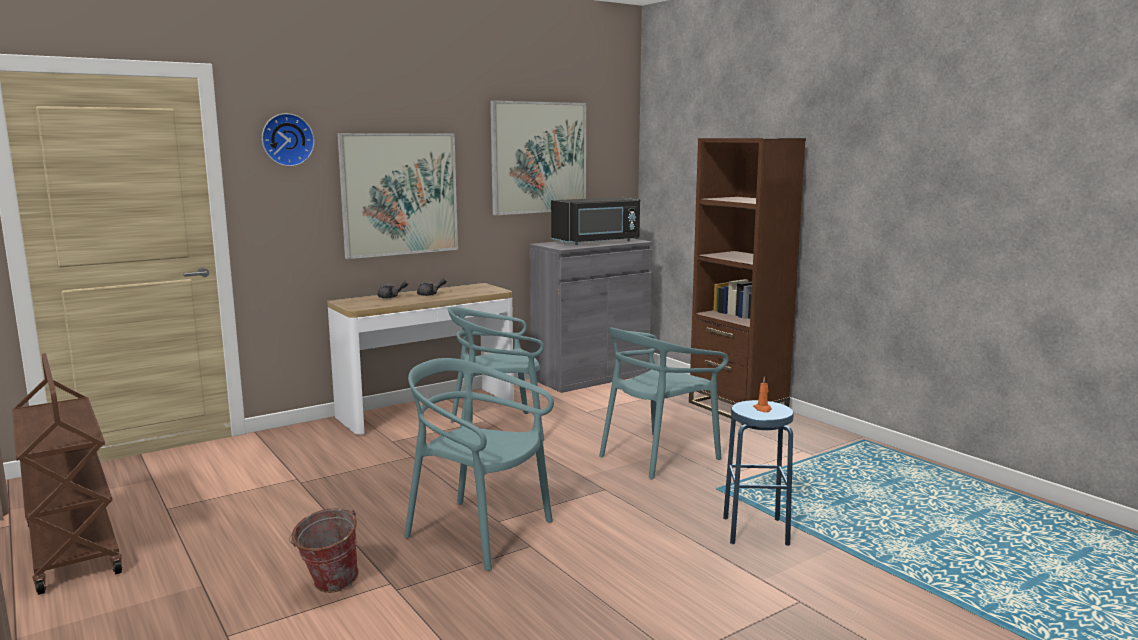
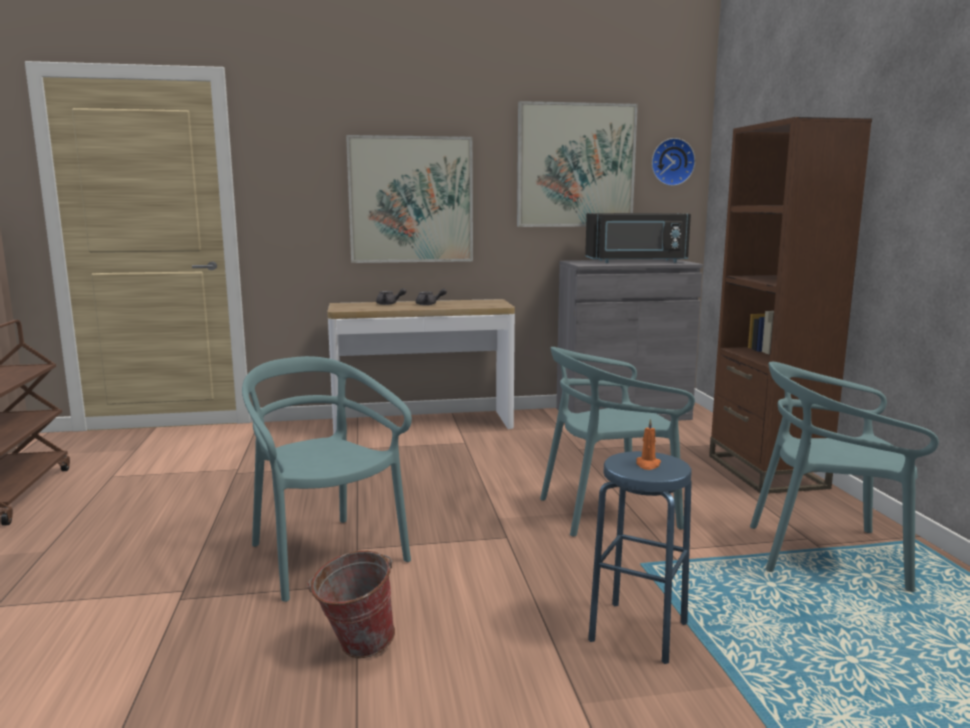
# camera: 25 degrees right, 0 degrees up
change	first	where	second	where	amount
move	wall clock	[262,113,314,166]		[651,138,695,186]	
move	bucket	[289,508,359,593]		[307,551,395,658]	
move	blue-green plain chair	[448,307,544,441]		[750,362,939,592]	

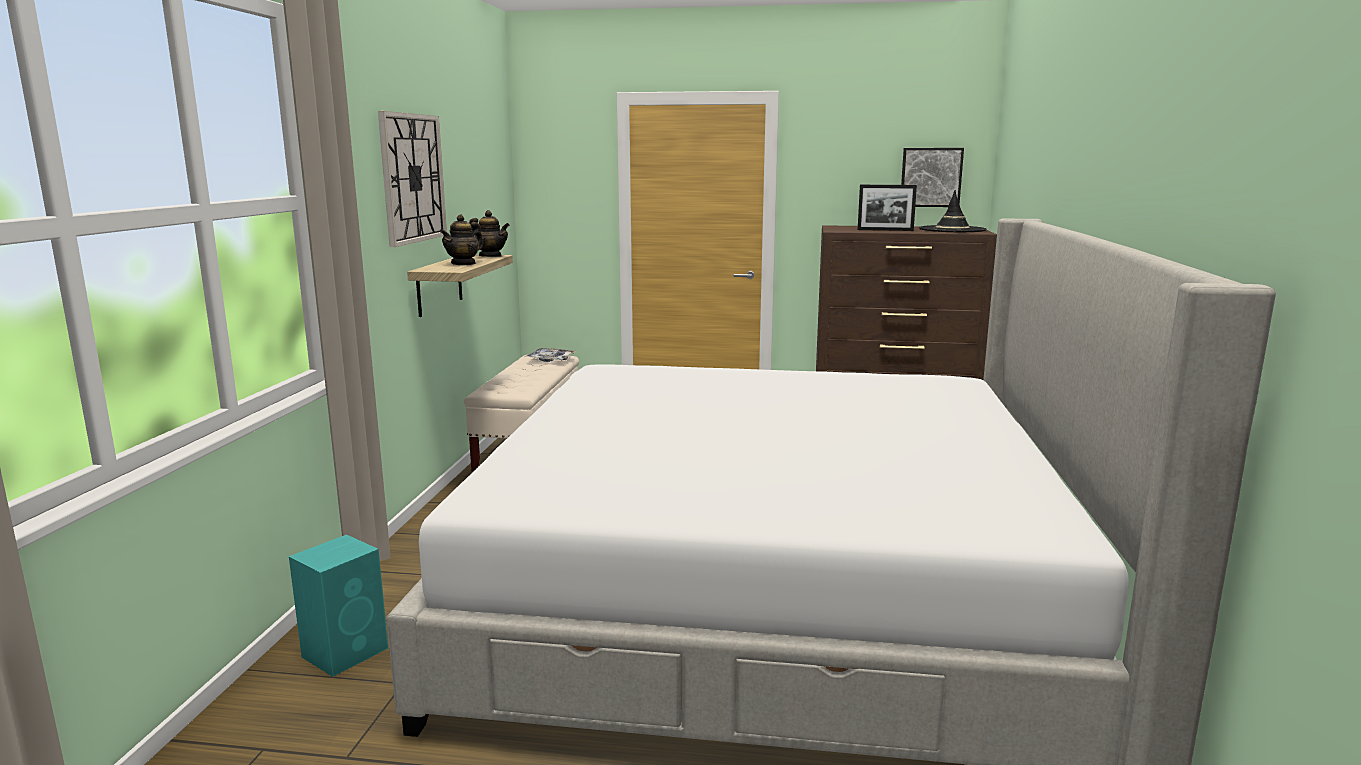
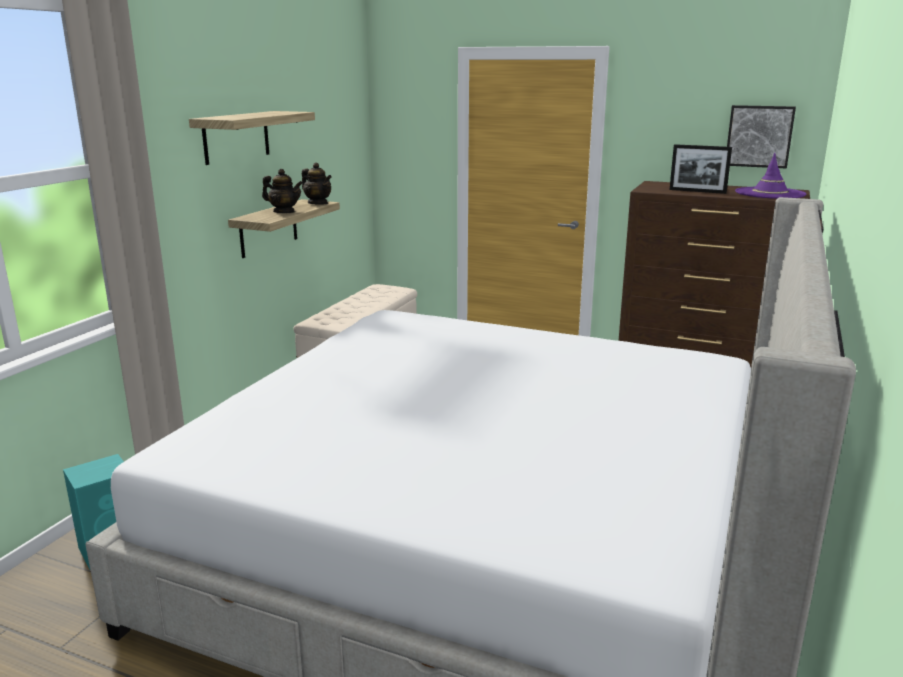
# camera: 15 degrees right, 5 degrees up
change	first	where	second	where	amount
replace	wall clock	[378,111,447,247]	bracket shelf	[189,111,315,165]	
rotate	pot for tea	[439,214,483,265]		[262,169,303,213]	120 degrees counterclockwise
delete	carrying tray	[525,348,576,362]			
recolor	blackish hat	[919,190,986,232]	purple hat	[735,153,806,199]	

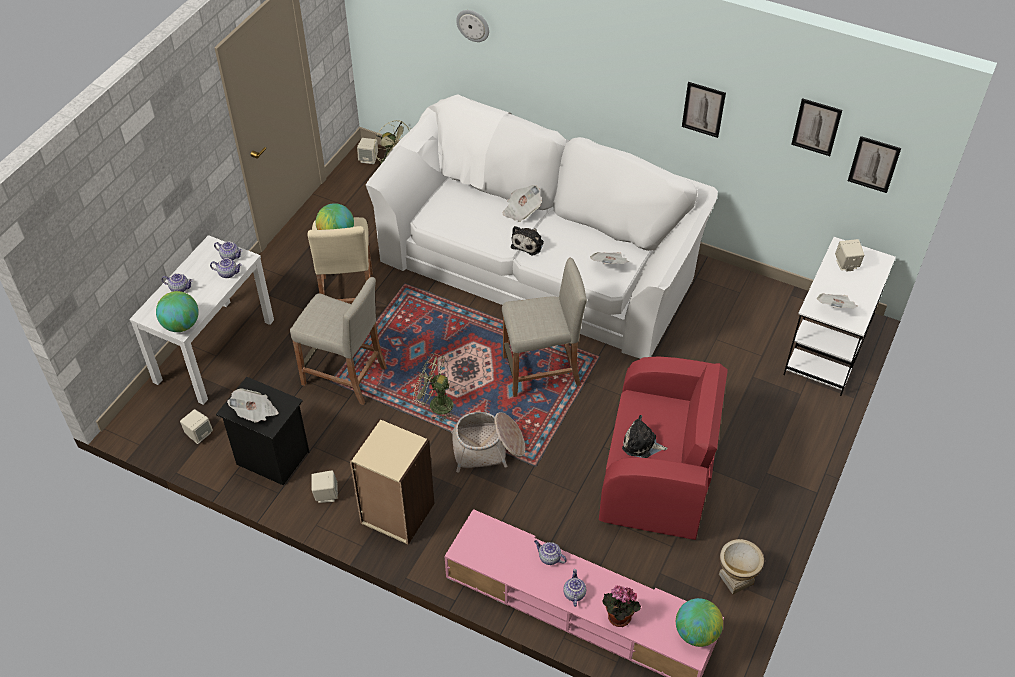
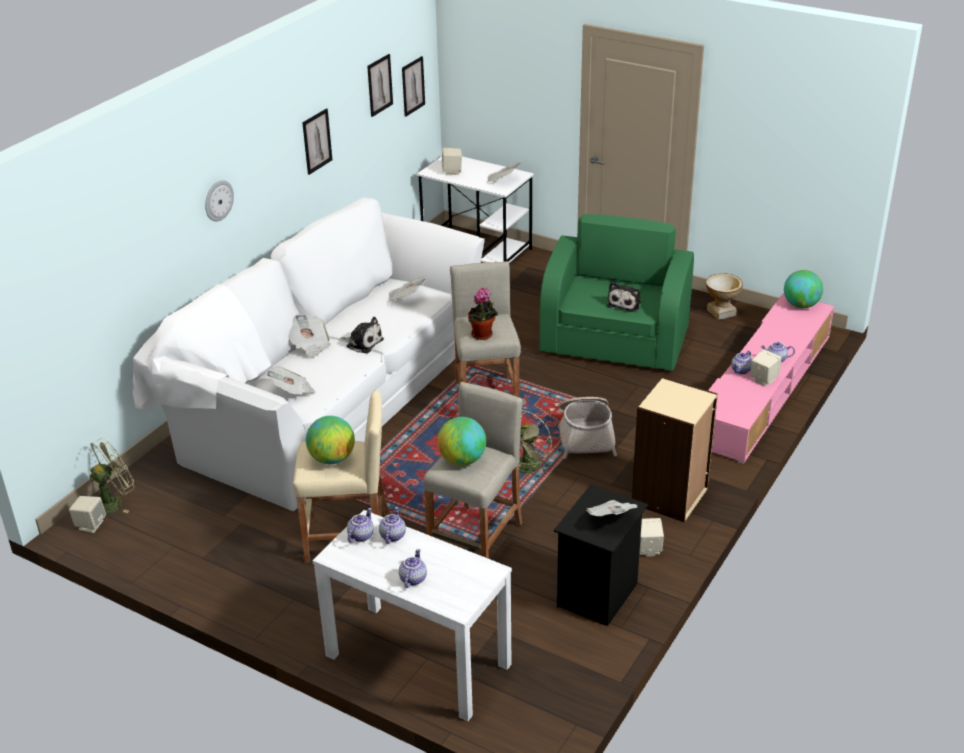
# camera: 85 degrees left, 15 degrees down
change	first	where	second	where	amount
move	world globe	[156,291,199,332]		[437,417,486,466]	
move	beige-coloured loudspeaker	[180,409,213,444]		[750,349,781,386]	
move	wall clock	[456,10,489,42]		[205,180,234,222]	
recolor	red lounge chair	[599,356,728,540]	greenish lounge chair	[539,214,694,370]	
move	houseplant	[602,585,641,627]		[468,287,498,340]	
insert			daily paper	[265,367,316,395]	

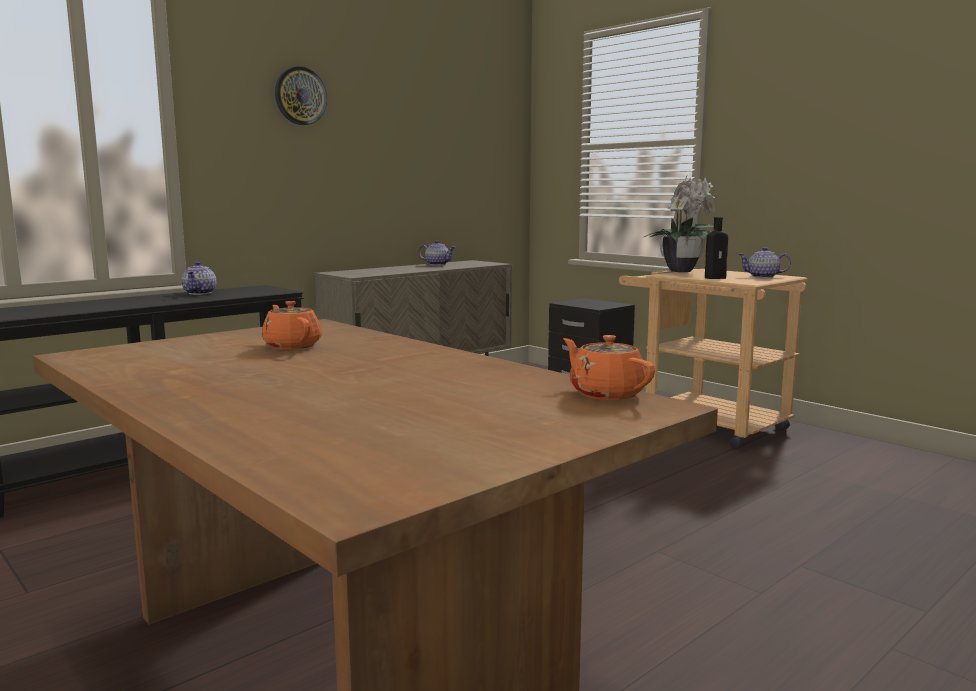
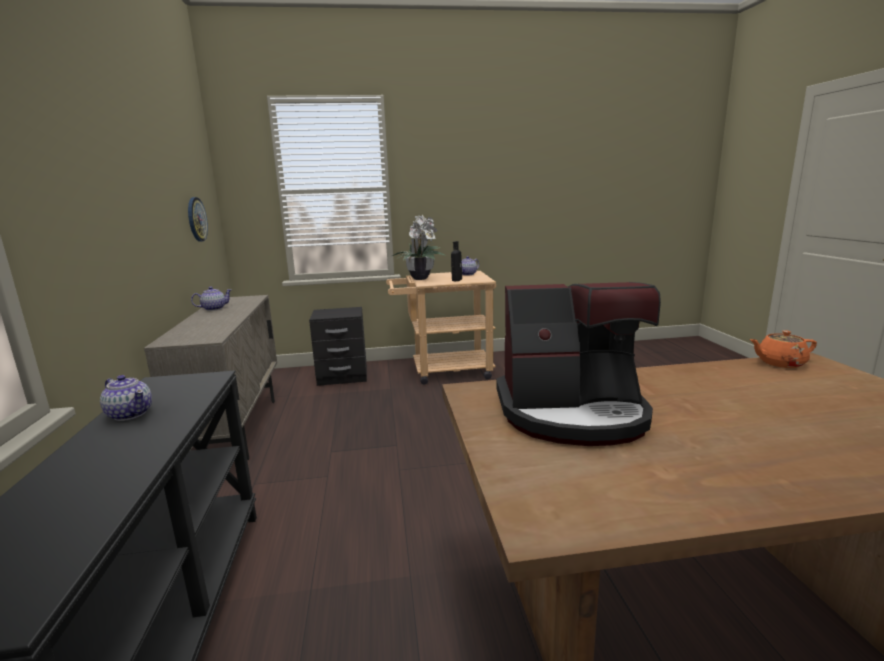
# camera: 55 degrees left, 5 degrees up
change	first	where	second	where	amount
replace	orange pot for tea	[262,301,322,349]	coffee brewer	[496,282,661,446]	
move	wall clock	[275,66,327,125]		[188,197,208,242]	

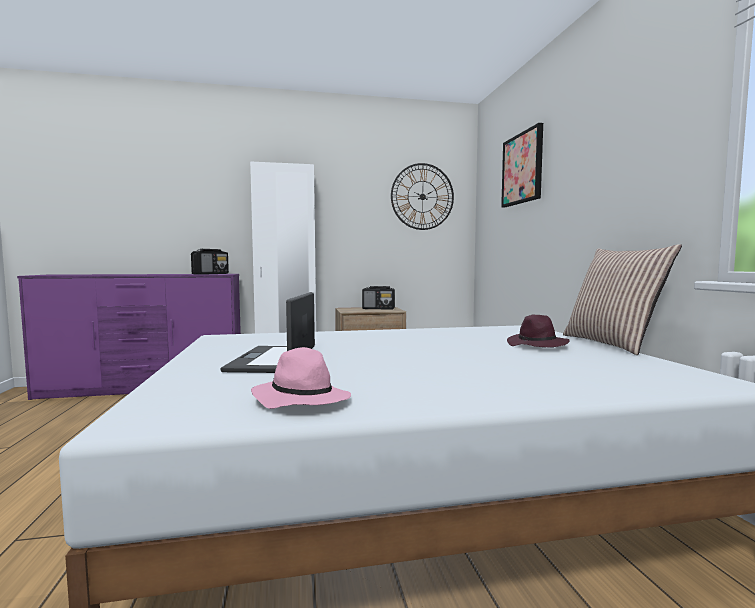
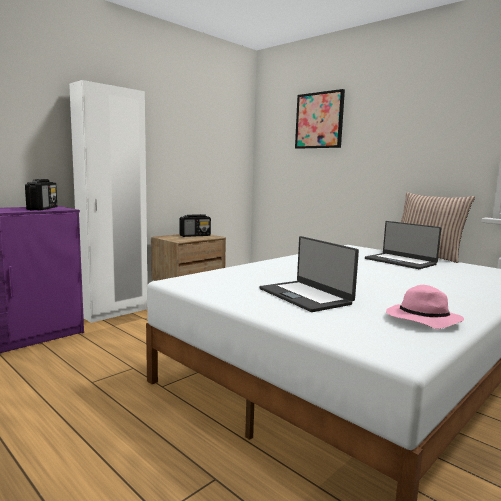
# camera: 35 degrees left, 5 degrees up
change	first	where	second	where	amount
delete	wall clock	[391,163,454,230]			
replace	purple hat	[507,315,570,347]	laptop	[365,221,442,269]	

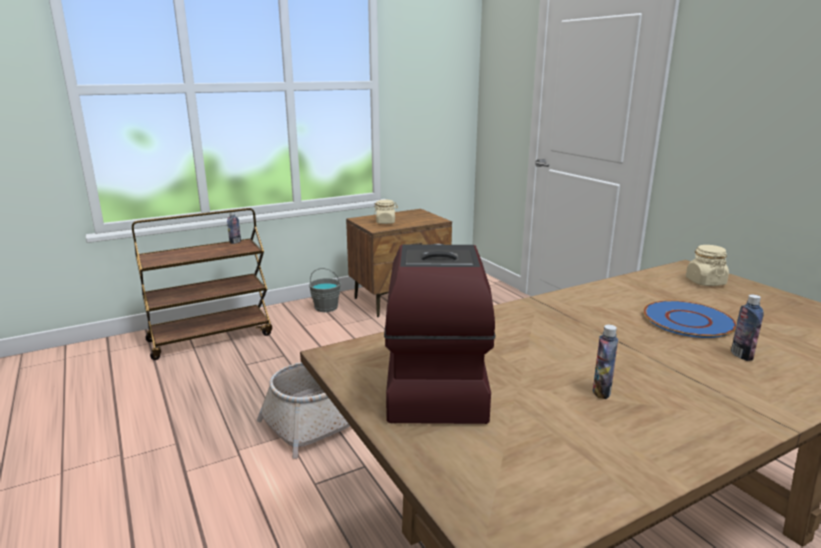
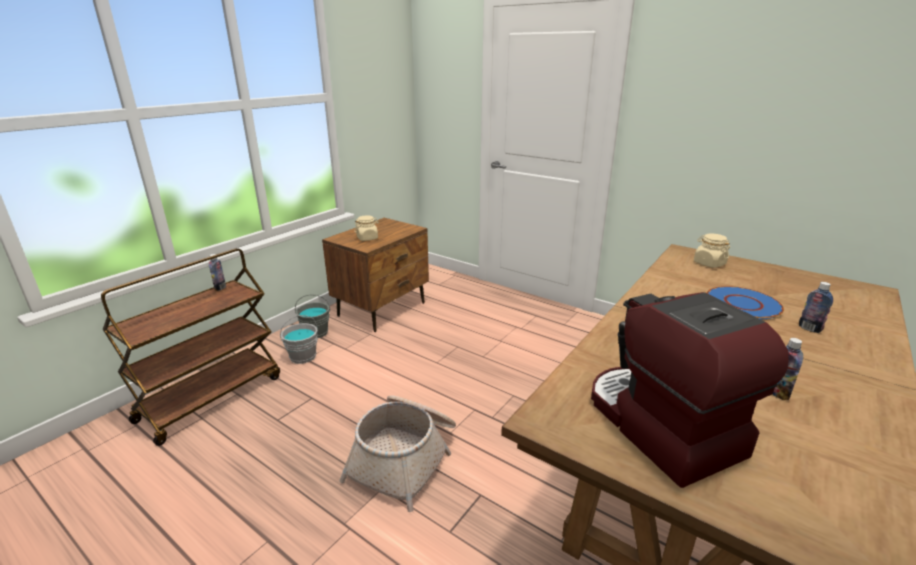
# camera: 25 degrees left, 5 degrees up
change	first	where	second	where	amount
insert			grey bucket	[280,315,318,364]	

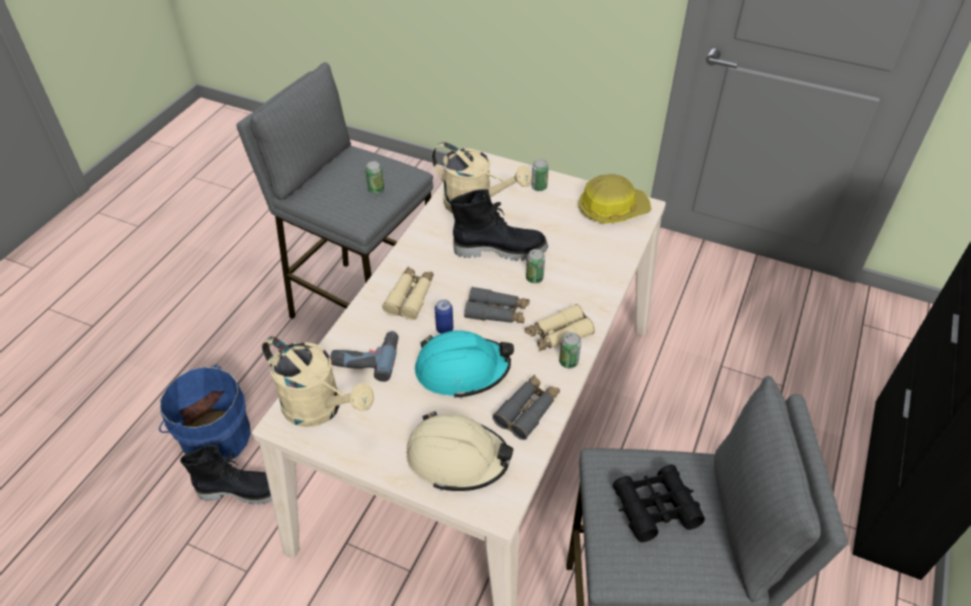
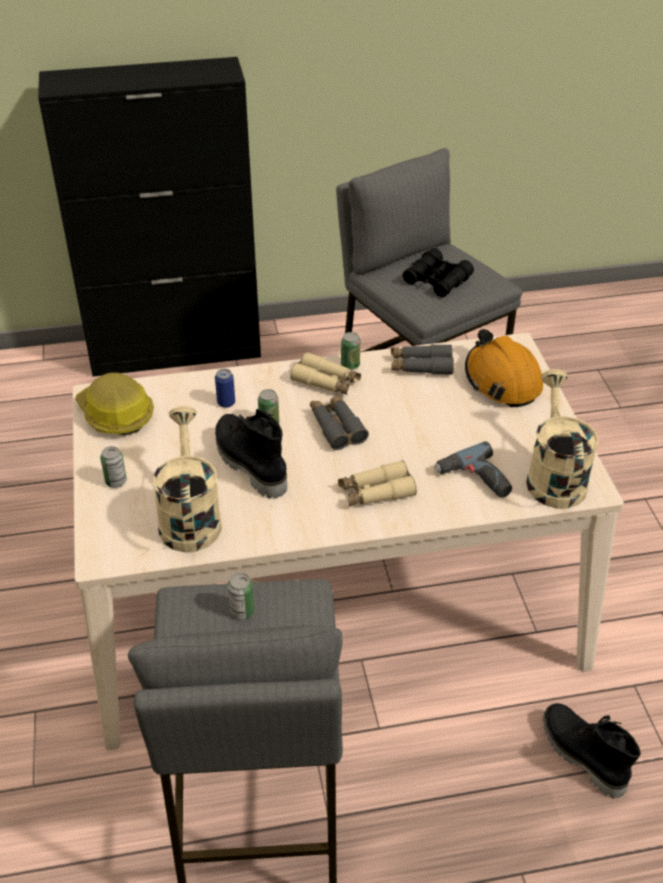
# camera: 125 degrees left, 5 degrees down
change	first	where	second	where	amount
delete	bluish bucket	[159,364,251,461]			
recolor	beige-coloured hard hat	[406,411,514,491]	orange hard hat	[465,329,543,407]	
delete	blue-green hard hat	[415,330,514,399]			
move	metal can	[435,299,453,334]		[215,369,235,408]	

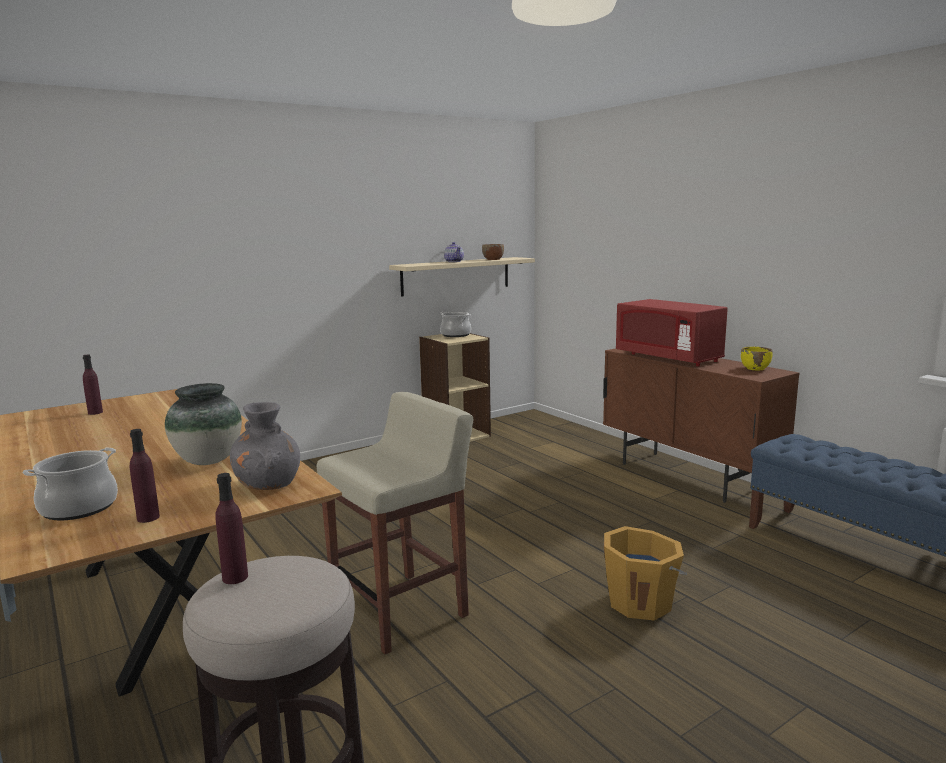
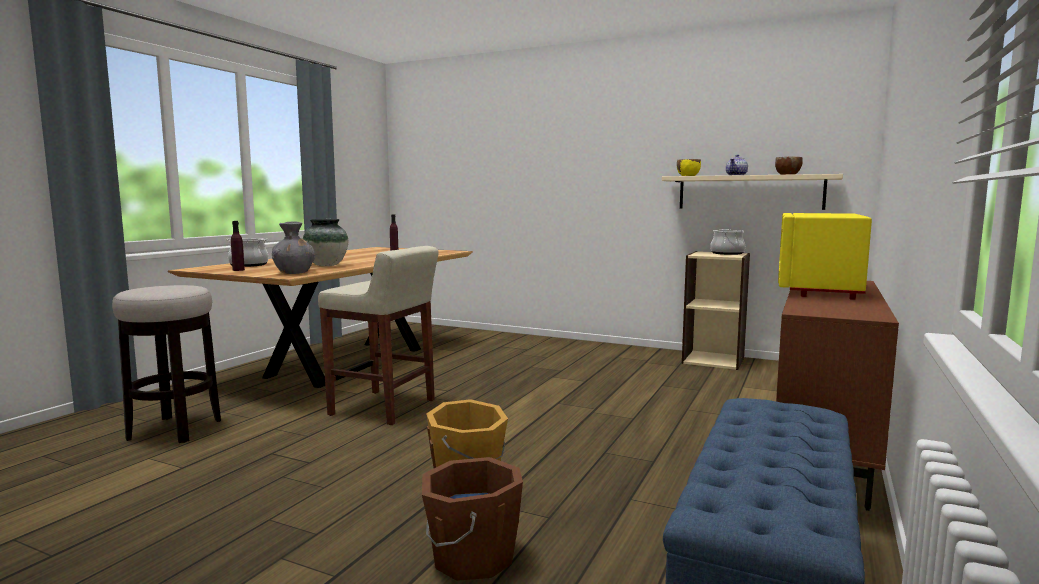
# camera: 60 degrees right, 5 degrees down
change	first	where	second	where	amount
delete	purple drink bottle	[215,473,248,584]			
recolor	red microwave	[616,299,728,366]	yellow-coloured microwave	[778,213,872,300]	
move	yellow-coloured serving bowl	[741,347,773,371]		[677,159,701,176]	
insert			brownish bucket	[422,457,523,581]	

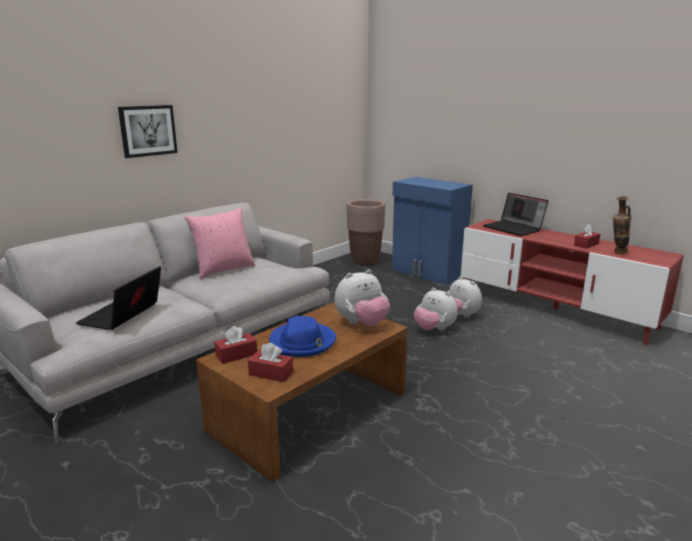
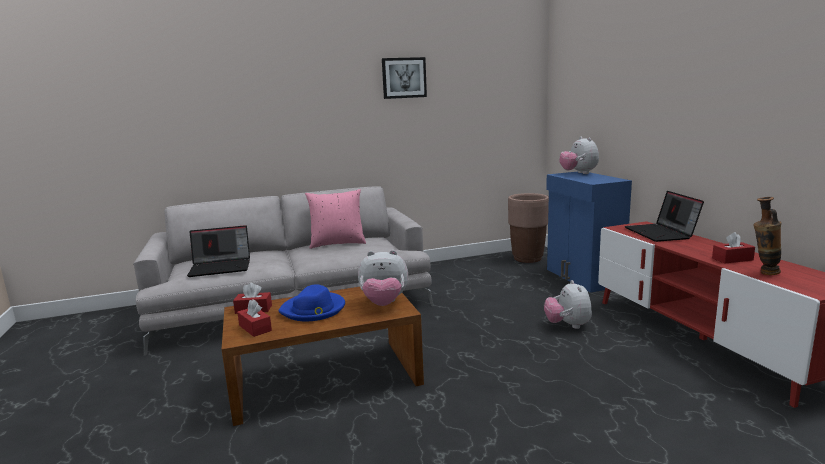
# camera: 30 degrees right, 5 degrees down
change	first	where	second	where	amount
rotate	laptop	[76,266,161,330]		[187,225,250,277]	150 degrees counterclockwise
move	wall art	[118,105,178,158]		[382,57,427,99]	
move	plush toy	[414,287,458,331]		[559,137,599,174]	

